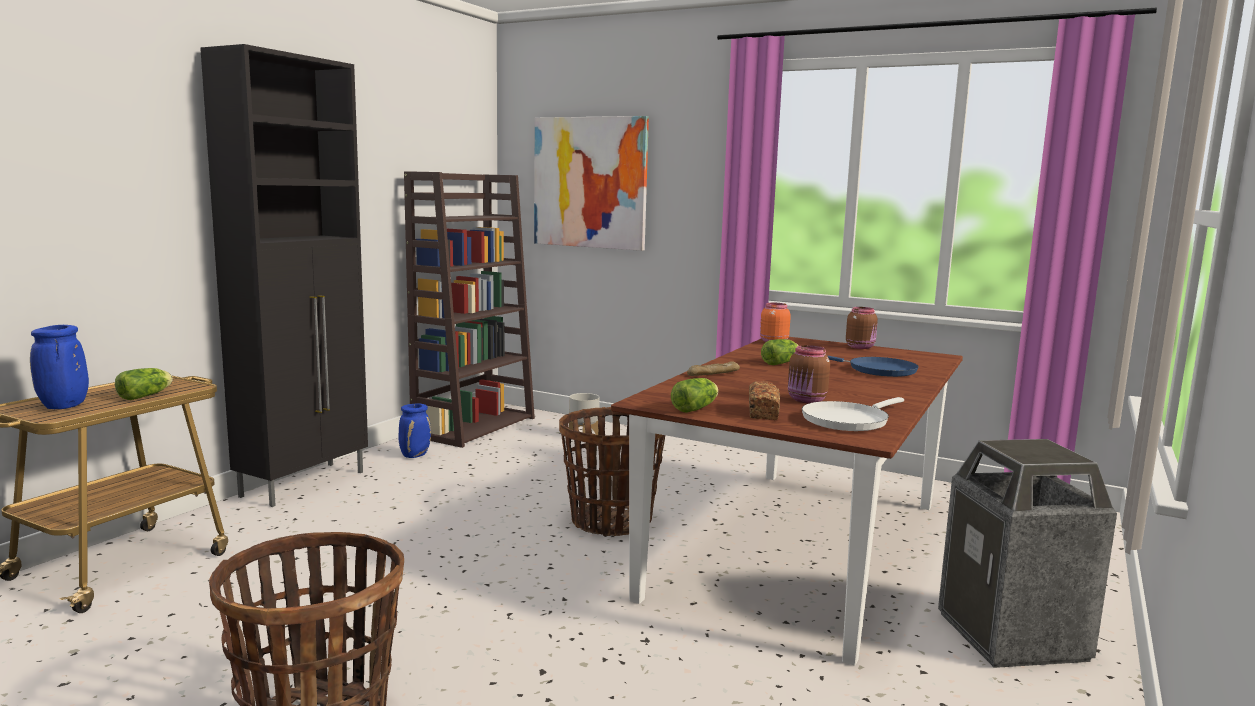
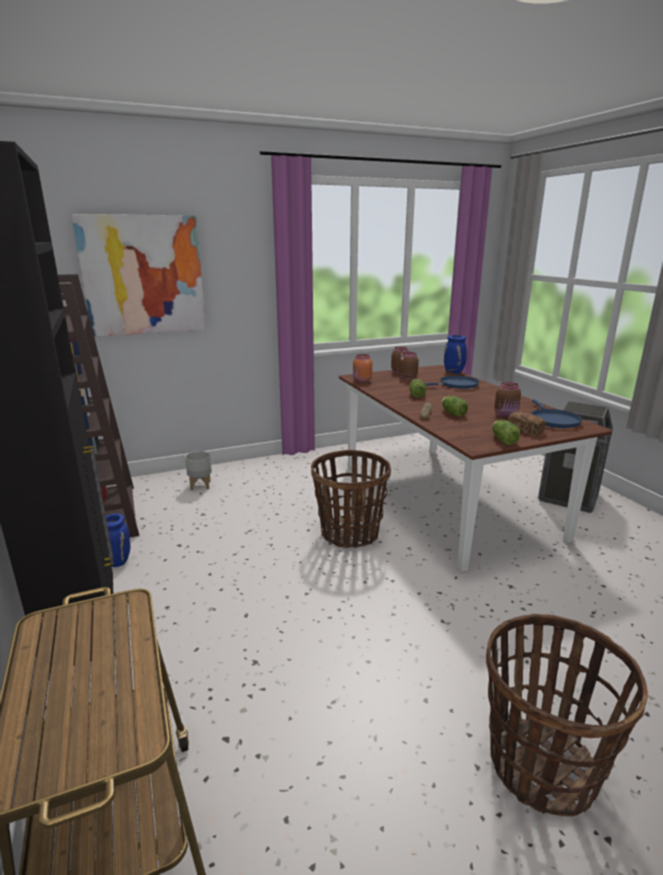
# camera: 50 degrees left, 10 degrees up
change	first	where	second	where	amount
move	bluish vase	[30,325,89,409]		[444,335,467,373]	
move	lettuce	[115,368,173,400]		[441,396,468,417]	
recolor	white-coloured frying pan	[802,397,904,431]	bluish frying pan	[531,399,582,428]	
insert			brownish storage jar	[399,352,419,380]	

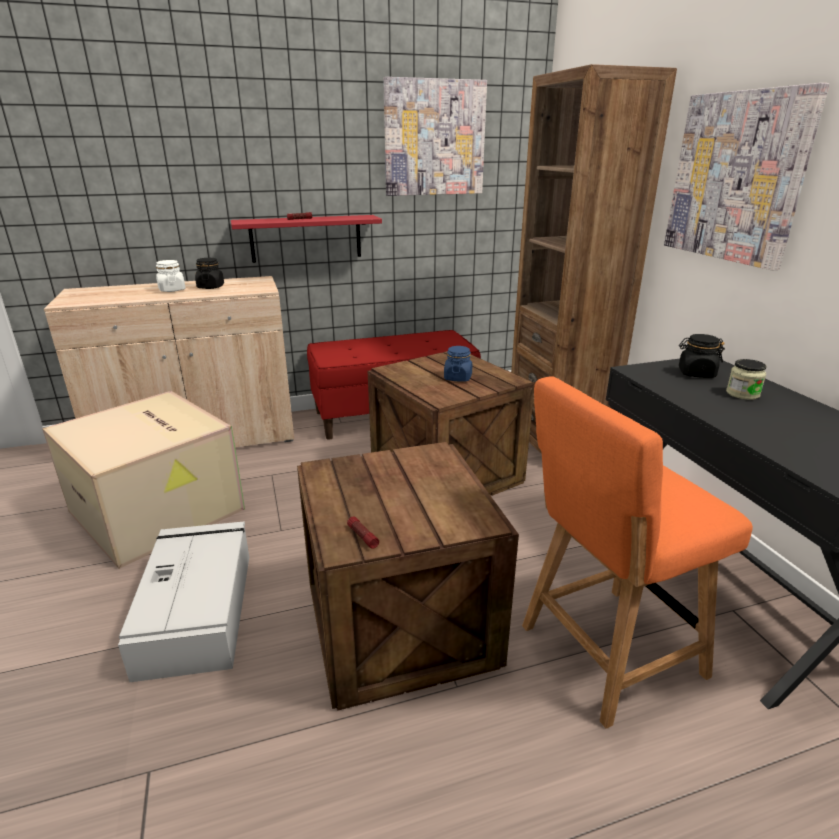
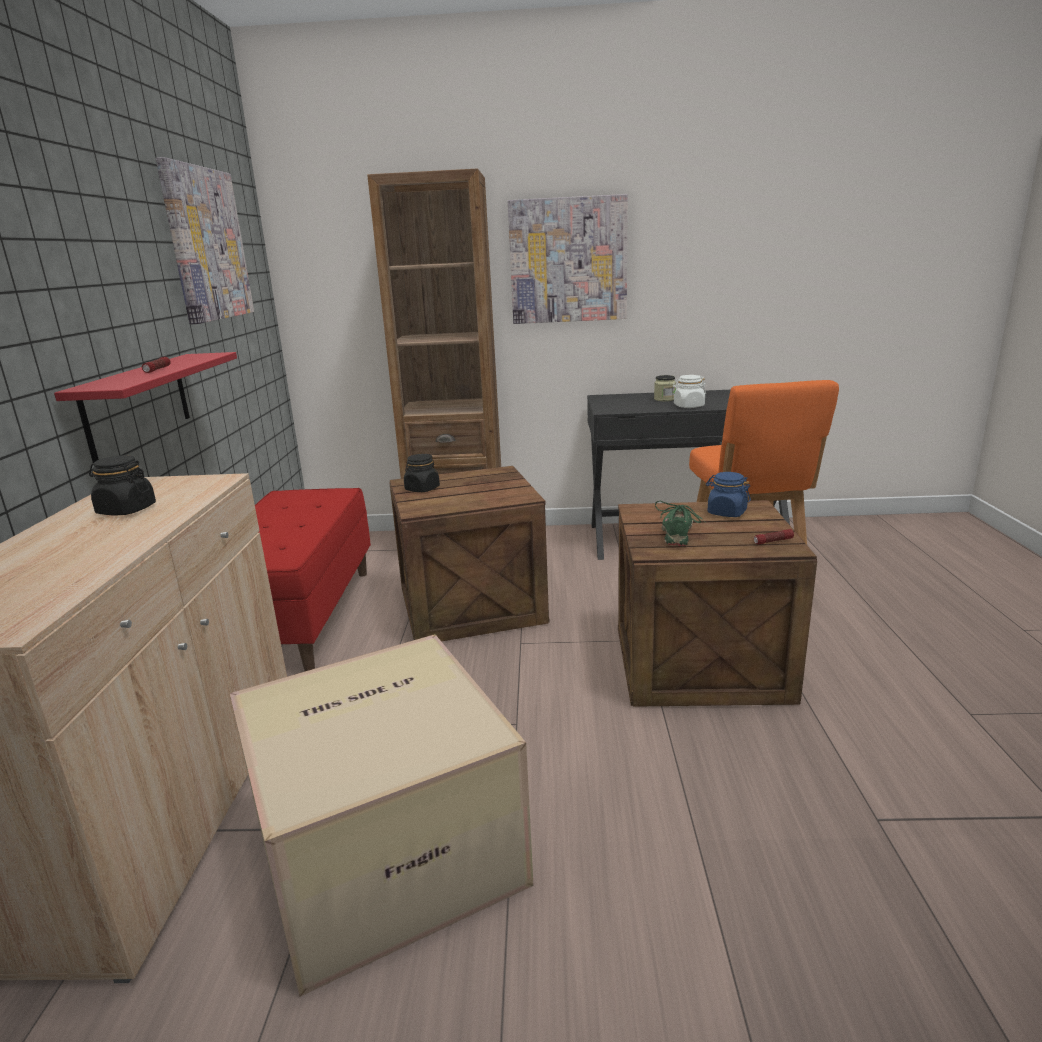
# camera: 70 degrees left, 5 degrees down
change	first	where	second	where	amount
delete	grey storage box	[118,522,249,682]			
move	white-coloured storage jar	[156,260,186,292]		[673,375,706,408]	
move	bluish storage jar	[444,346,472,382]		[706,472,751,517]	
move	blackish storage jar	[679,334,725,378]		[404,454,440,492]	
insert			greenish item of footwear	[655,501,706,546]	

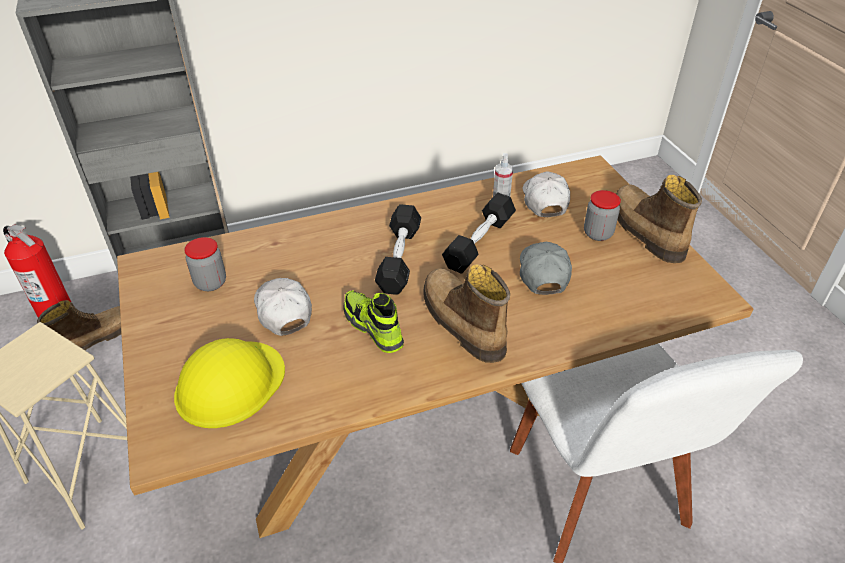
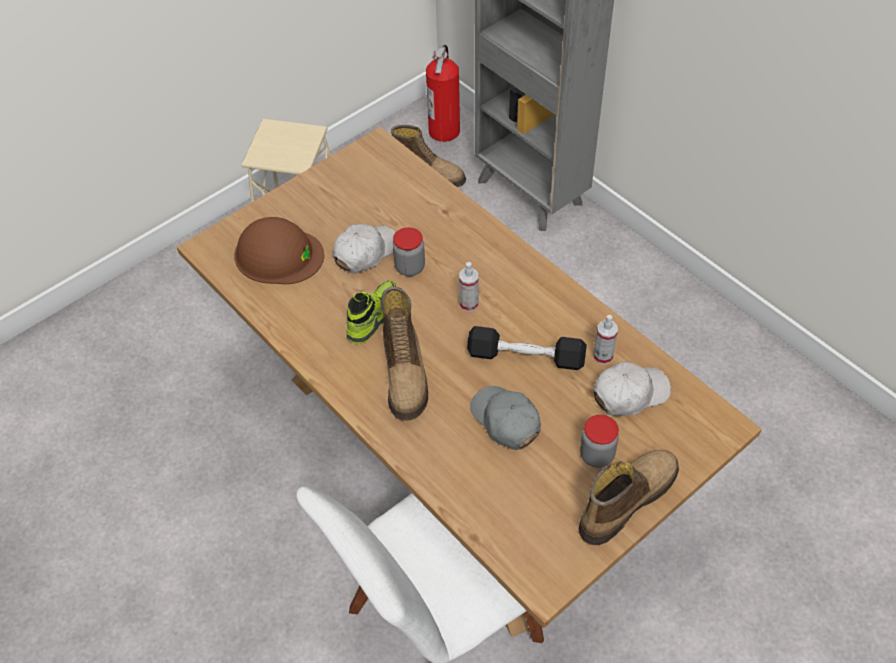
# camera: 70 degrees right, 10 degrees up
change	first	where	second	where	amount
recolor	yellow-coloured hard hat	[174,338,285,428]	brownish hard hat	[234,217,324,284]	
move	storage jar	[184,237,226,291]		[393,227,425,276]	
replace	blackish dumbbell	[375,204,421,295]	hand sprayer	[459,262,478,312]	
rotate	tall boot	[424,264,510,363]		[381,286,428,421]	135 degrees clockwise
rotate	grey baseball cap	[520,242,572,295]		[470,386,541,450]	105 degrees counterclockwise

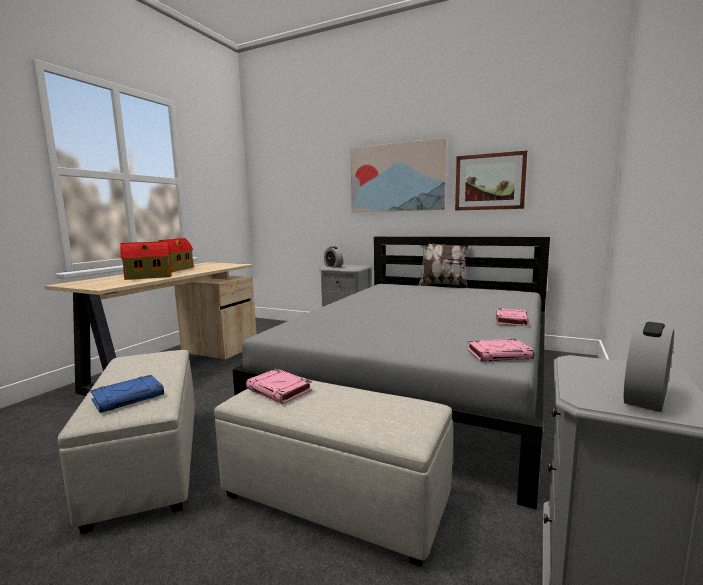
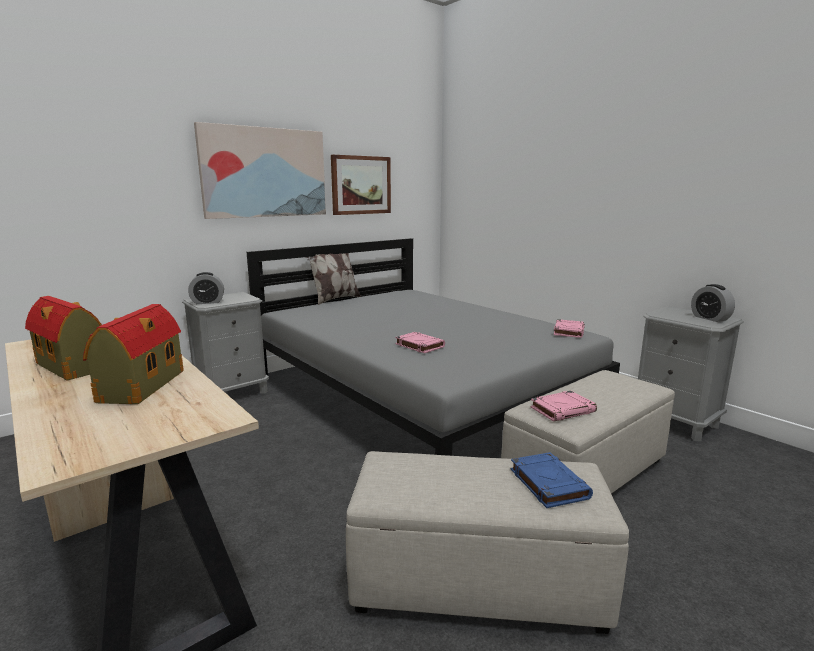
# camera: 65 degrees left, 5 degrees up
change	first	where	second	where	amount
move	pink volume	[496,308,529,326]		[395,332,445,353]	

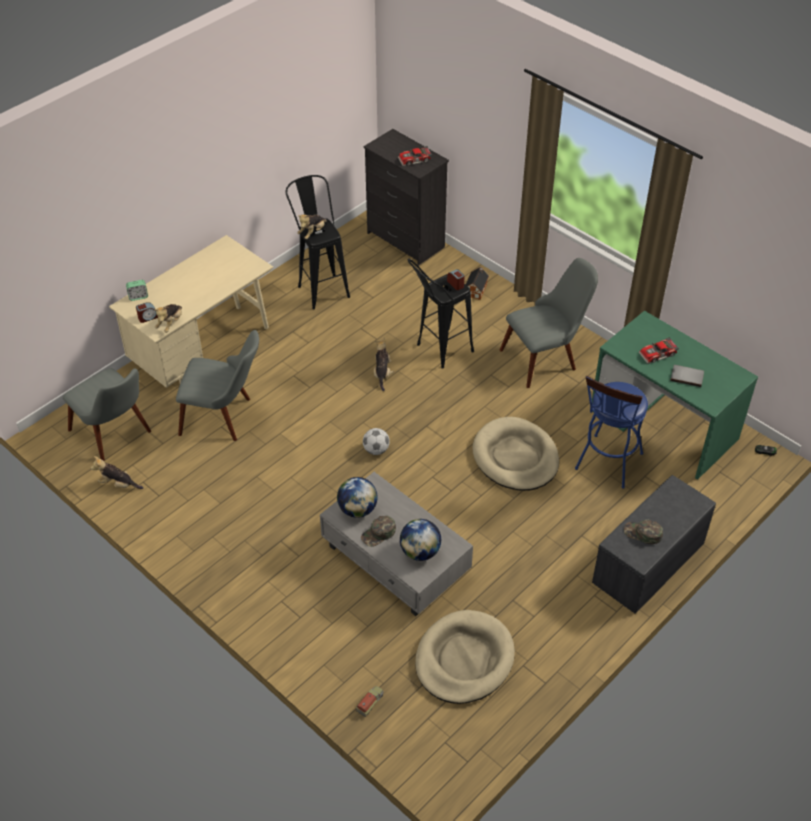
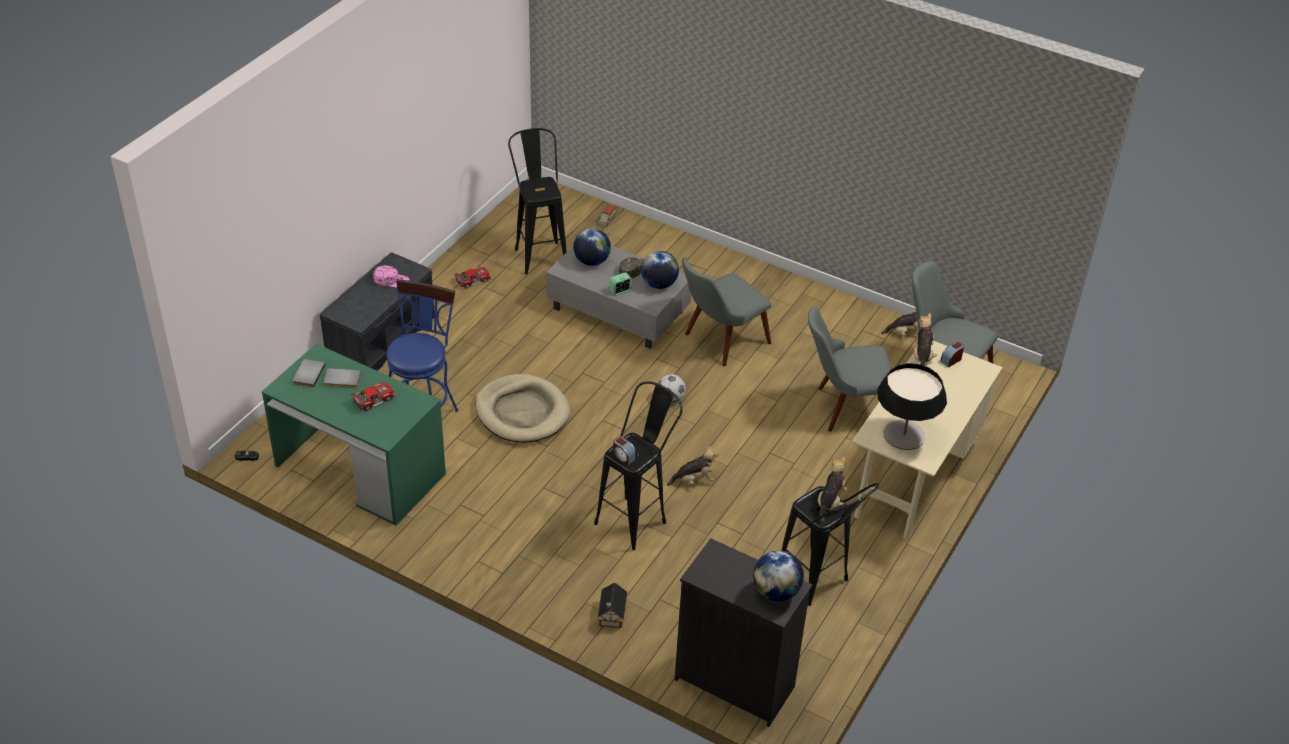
# camera: 165 degrees right, 5 degrees down
change	first	where	second	where	amount
move	alarm clock	[126,280,148,301]		[610,272,632,296]	
rotate	plush toy	[374,337,394,391]		[667,444,719,486]	90 degrees counterclockwise
move	miniature car	[398,146,432,166]		[454,267,492,289]	
replace	beige-coloured dog bed	[415,610,515,704]	blackish stool seat	[508,128,567,275]	
move	grey plain chair	[500,258,598,388]		[682,257,771,366]	
recolor	greenish baseball cap	[624,520,663,544]	pink baseball cap	[373,265,409,288]	
insert			grey volume	[292,359,325,388]	
insert			world globe	[753,551,804,601]	
insert			table lamp	[877,363,947,450]	

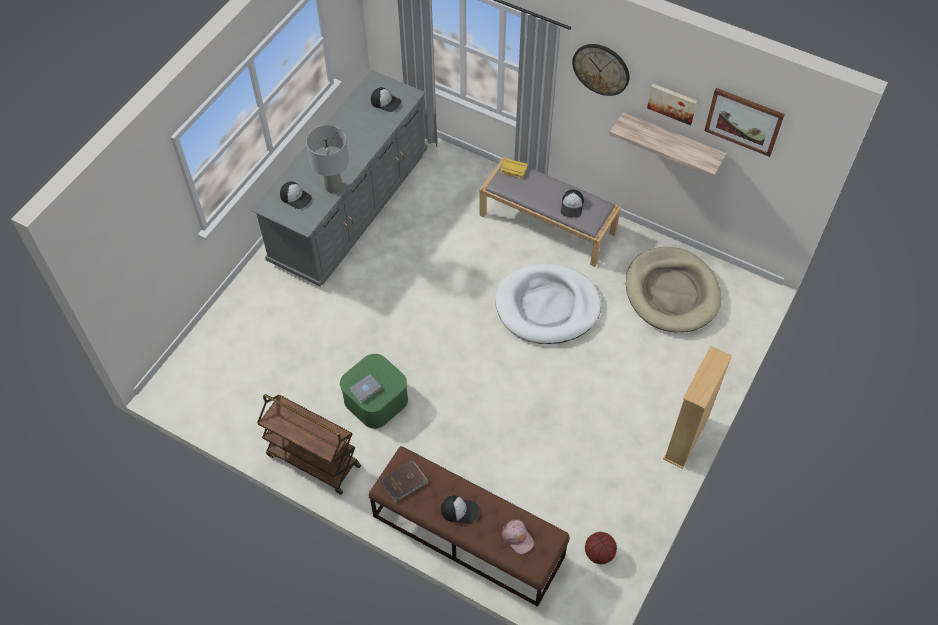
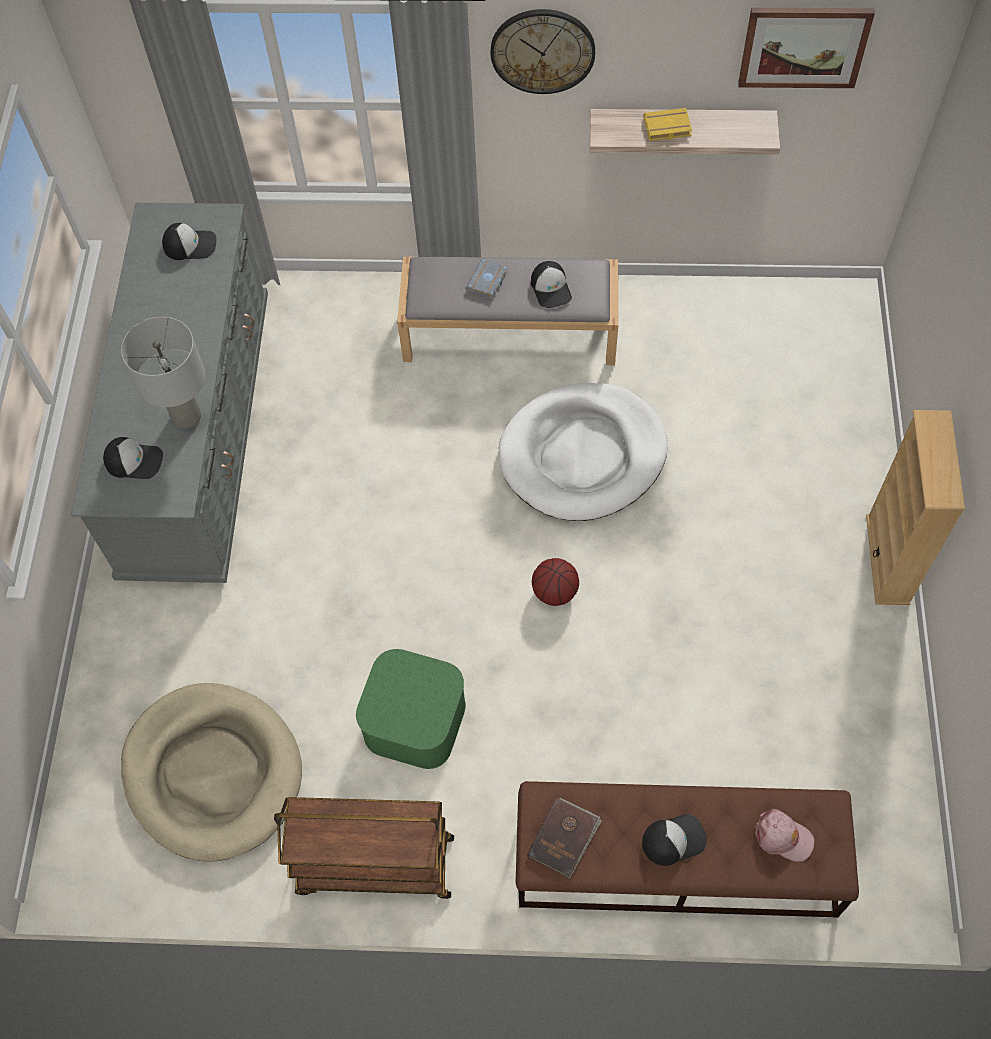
# camera: 25 degrees left, 5 degrees up
change	first	where	second	where	amount
move	grey volume	[349,374,382,403]		[466,258,508,299]	
move	yellow-coloured volume	[500,158,528,179]		[644,108,692,141]	
move	ball for basketball	[585,532,617,564]		[532,558,579,606]	
move	beige-coloured dog bed	[626,247,722,332]		[121,683,302,861]	
delete	wall art	[647,84,697,125]			

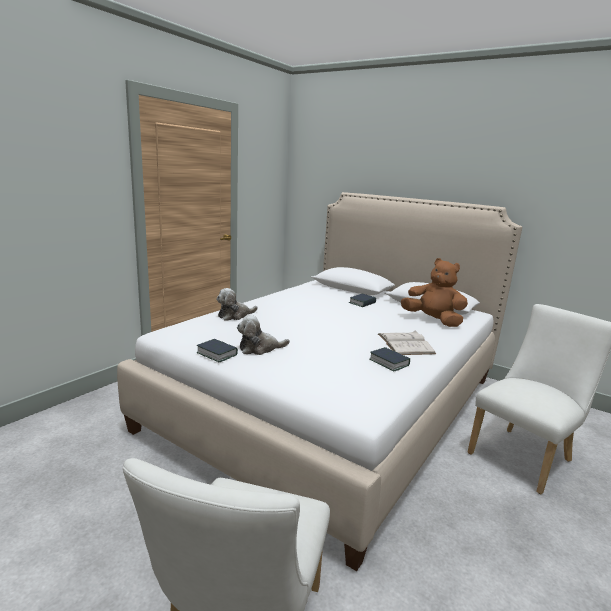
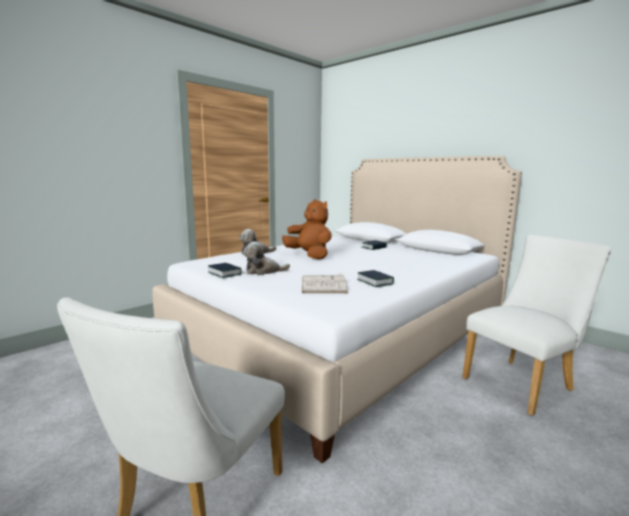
# camera: 10 degrees right, 5 degrees down
change	first	where	second	where	amount
move	white-coloured volume	[378,331,436,355]		[302,273,348,293]	
move	brownish plush toy	[401,258,468,327]		[282,199,332,259]	

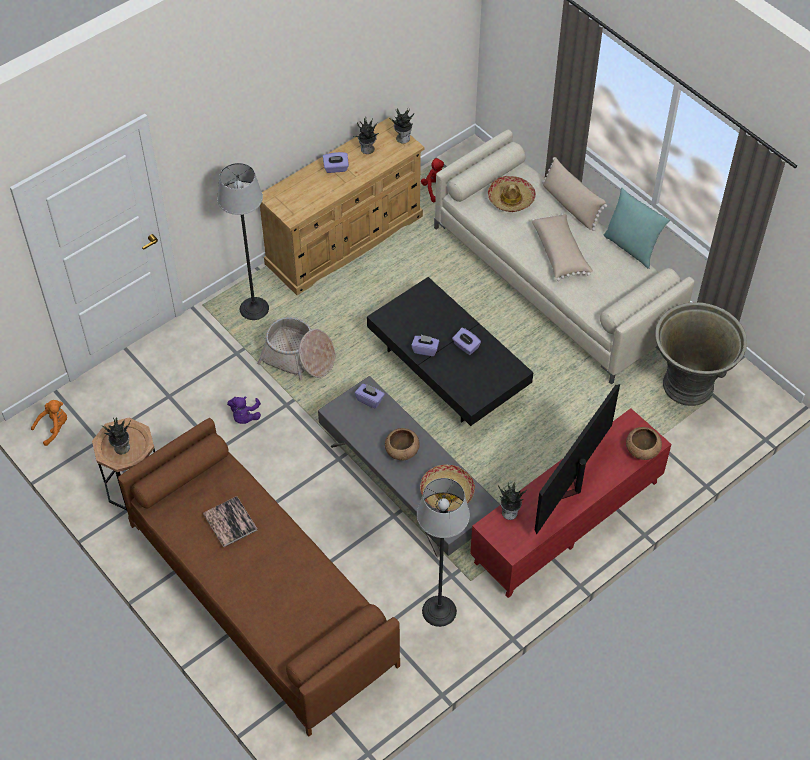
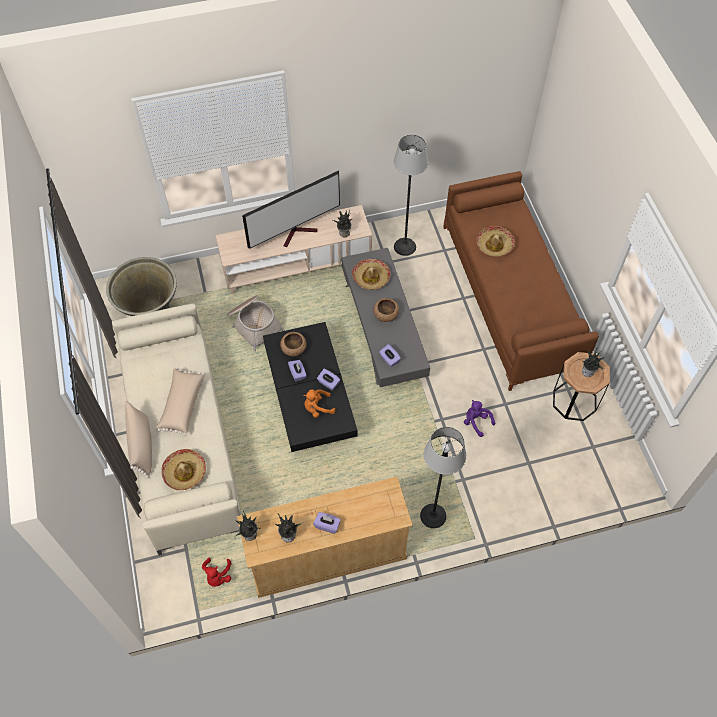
# camera: 155 degrees left, 5 degrees up
change	first	where	second	where	amount
move	orange plush toy	[31,400,67,446]		[304,389,335,418]	
delete	volume	[203,496,257,547]			
rotate	purple plush toy	[227,396,261,424]		[464,400,495,437]	75 degrees counterclockwise
move	storage basket	[257,317,335,381]		[227,295,285,352]	
recolor	red tv unit	[470,408,671,598]	beige-coloured tv unit	[216,205,372,294]	
delete	blue-green cushion	[603,187,670,269]			
move	brownish serving bowl	[626,427,662,460]		[280,332,307,357]	
insert			hat	[477,226,515,257]	

